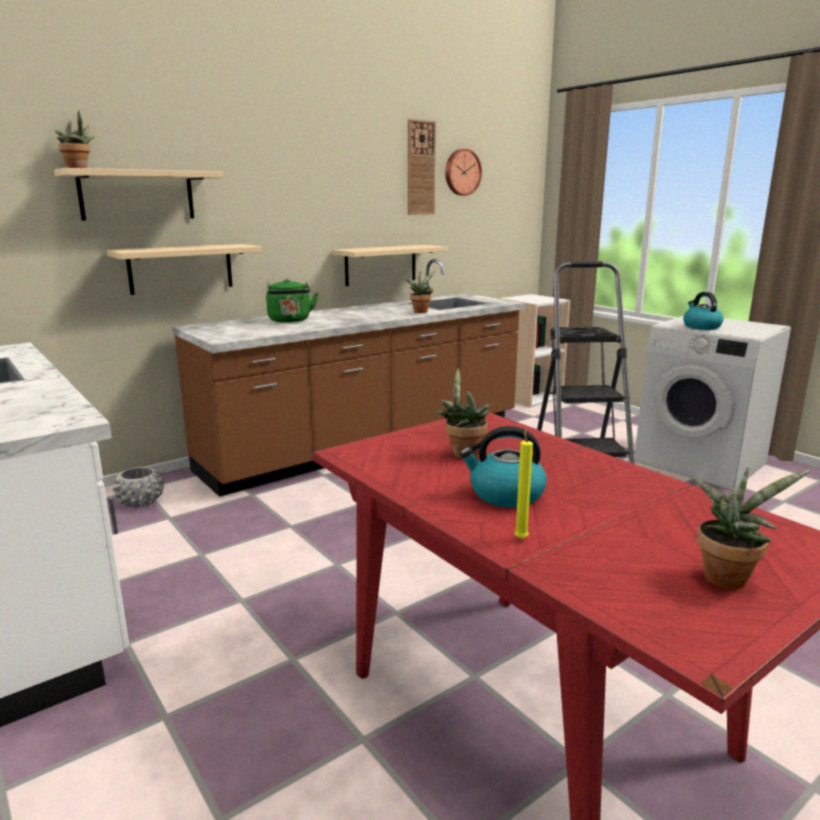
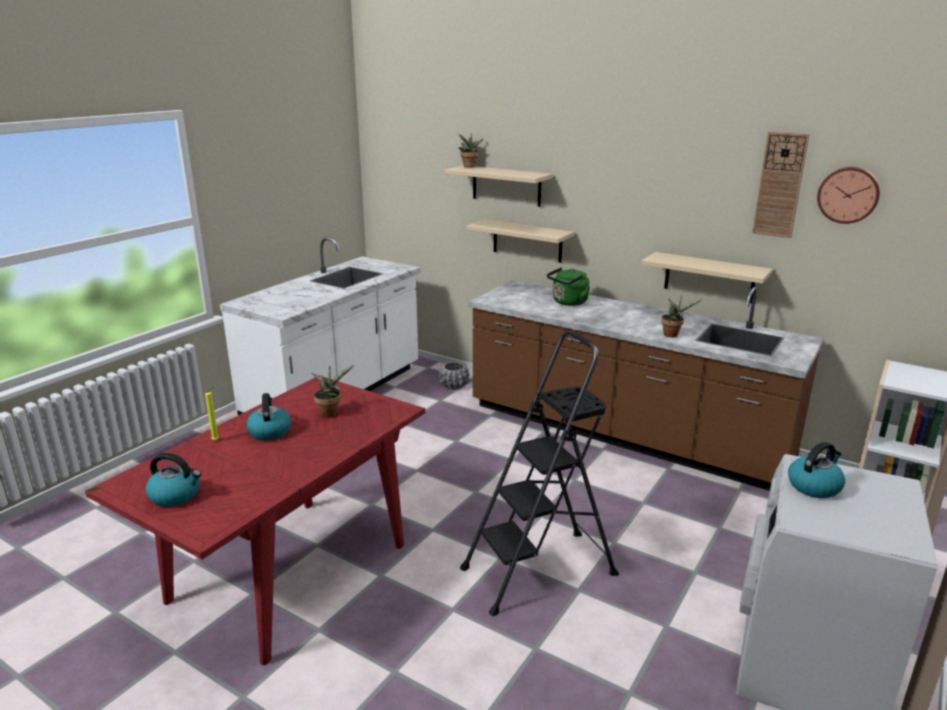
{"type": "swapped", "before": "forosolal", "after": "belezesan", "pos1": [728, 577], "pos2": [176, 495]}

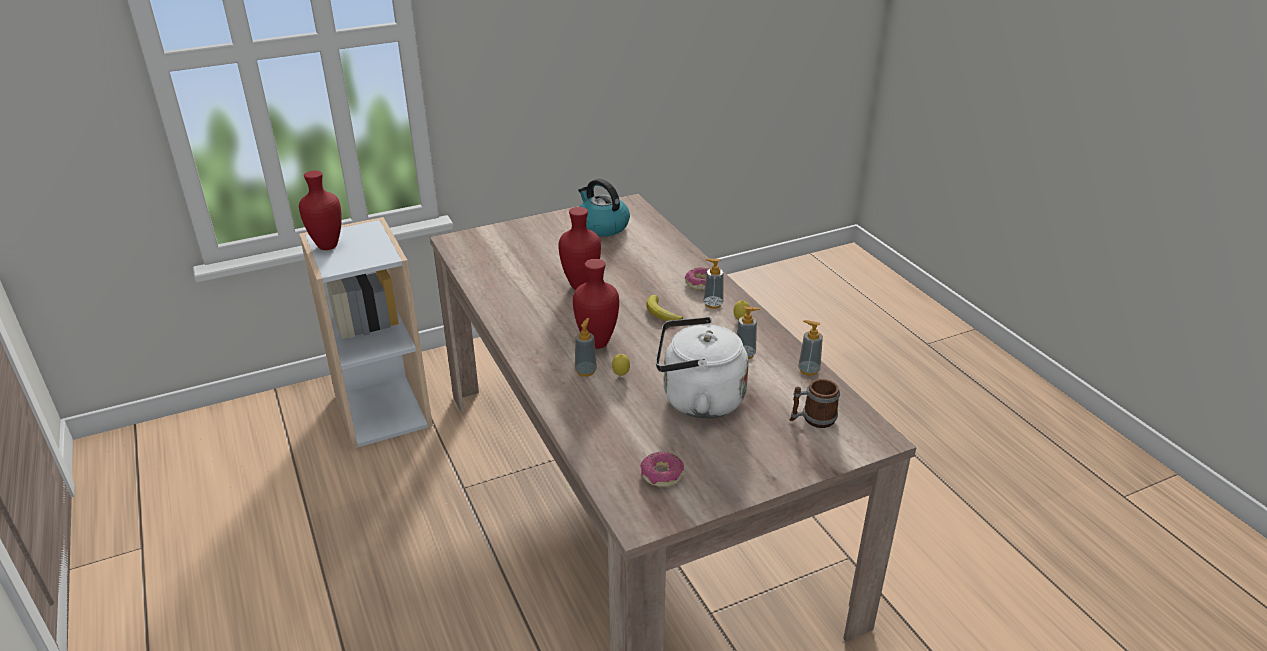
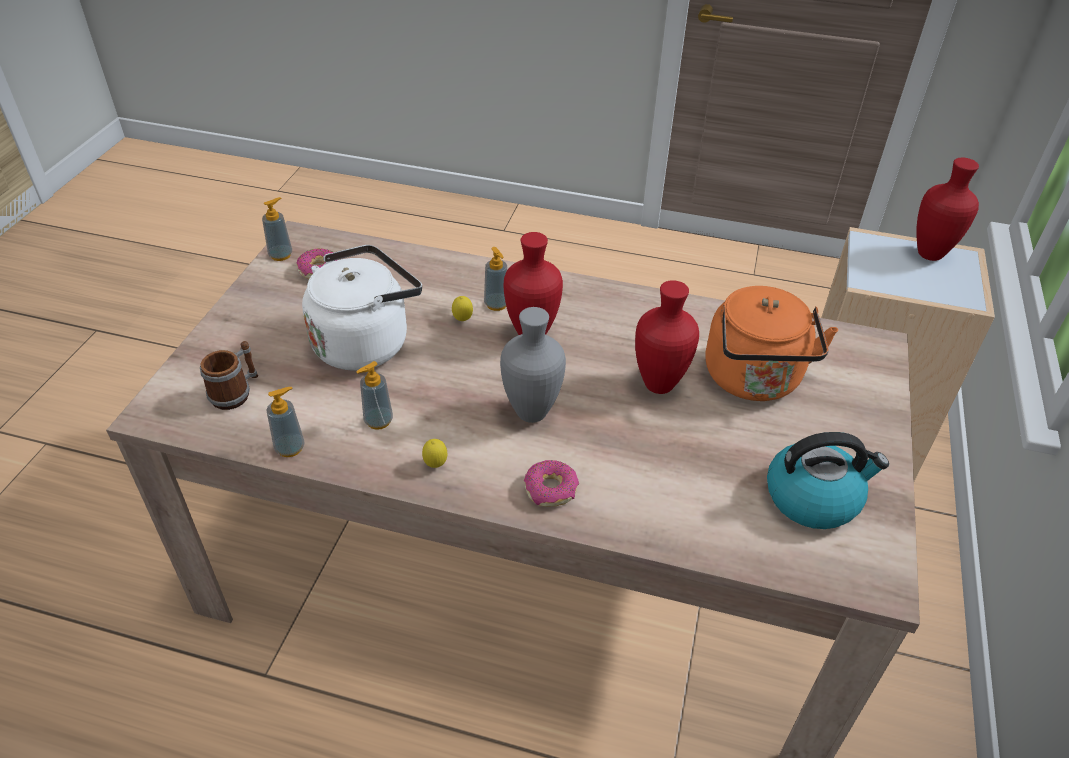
{"type": "shifted", "before": "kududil", "pos1": [713, 304], "pos2": [281, 255]}
{"type": "swapped", "before": "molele", "after": "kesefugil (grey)", "pos1": [661, 313], "pos2": [530, 412]}
{"type": "new", "after": "belezesan (orange)", "pos2": [754, 380]}

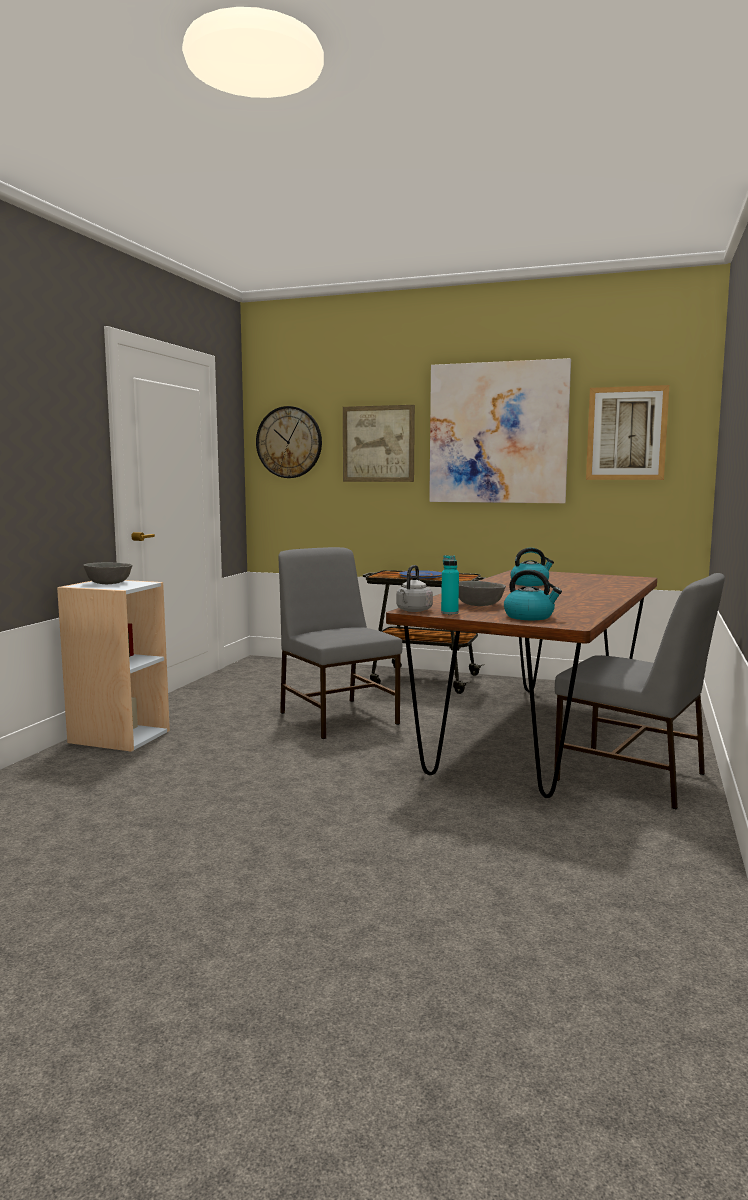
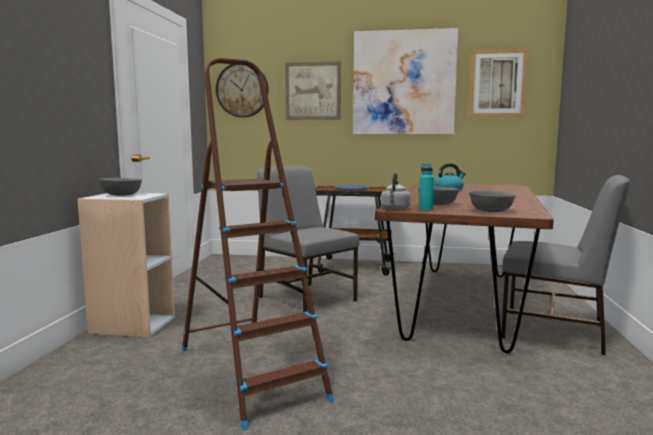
{"type": "new", "after": "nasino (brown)", "pos2": [250, 372]}
{"type": "swapped", "before": "belezesan", "after": "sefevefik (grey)", "pos1": [529, 617], "pos2": [491, 211]}

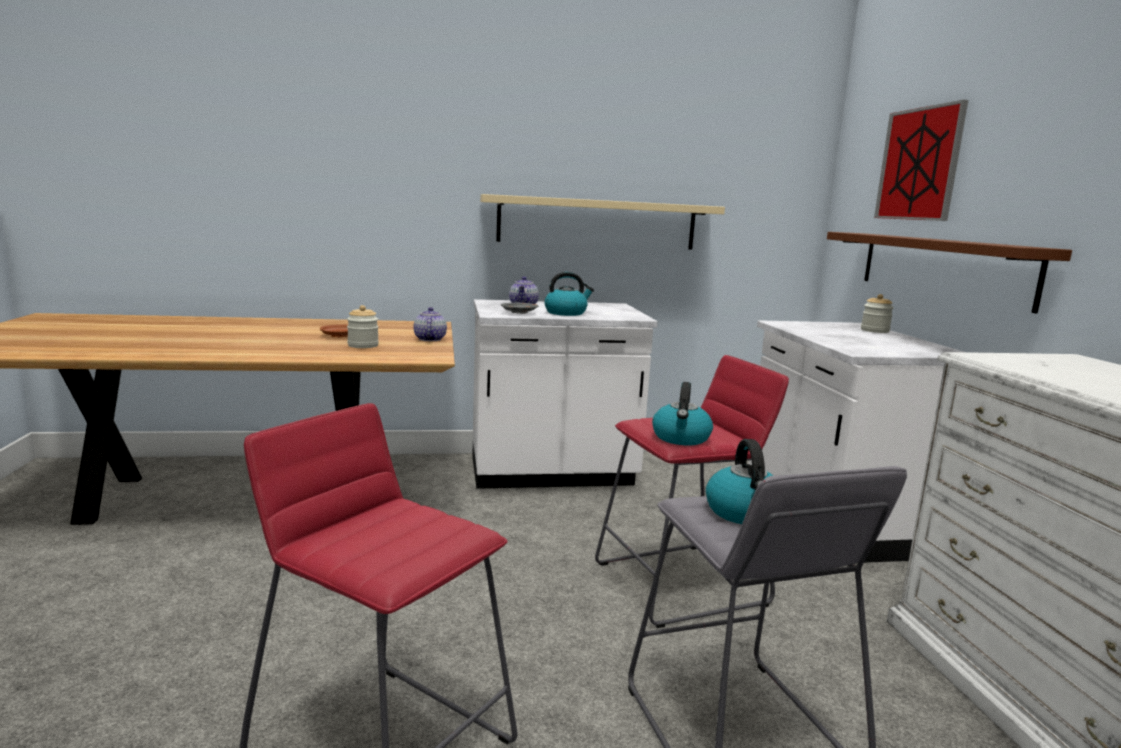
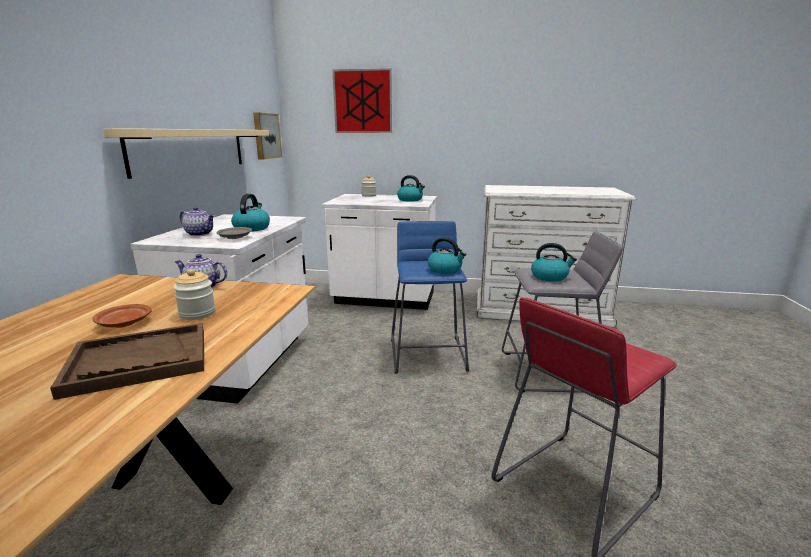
{"type": "new", "after": "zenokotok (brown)", "pos2": [139, 361]}
{"type": "new", "after": "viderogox", "pos2": [266, 136]}
{"type": "repainted", "before": "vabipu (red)", "after": "vabipu (blue)", "pos1": [680, 583], "pos2": [428, 354]}
{"type": "new", "after": "belezesan", "pos2": [410, 200]}
{"type": "gone", "before": "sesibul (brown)", "pos1": [941, 267]}

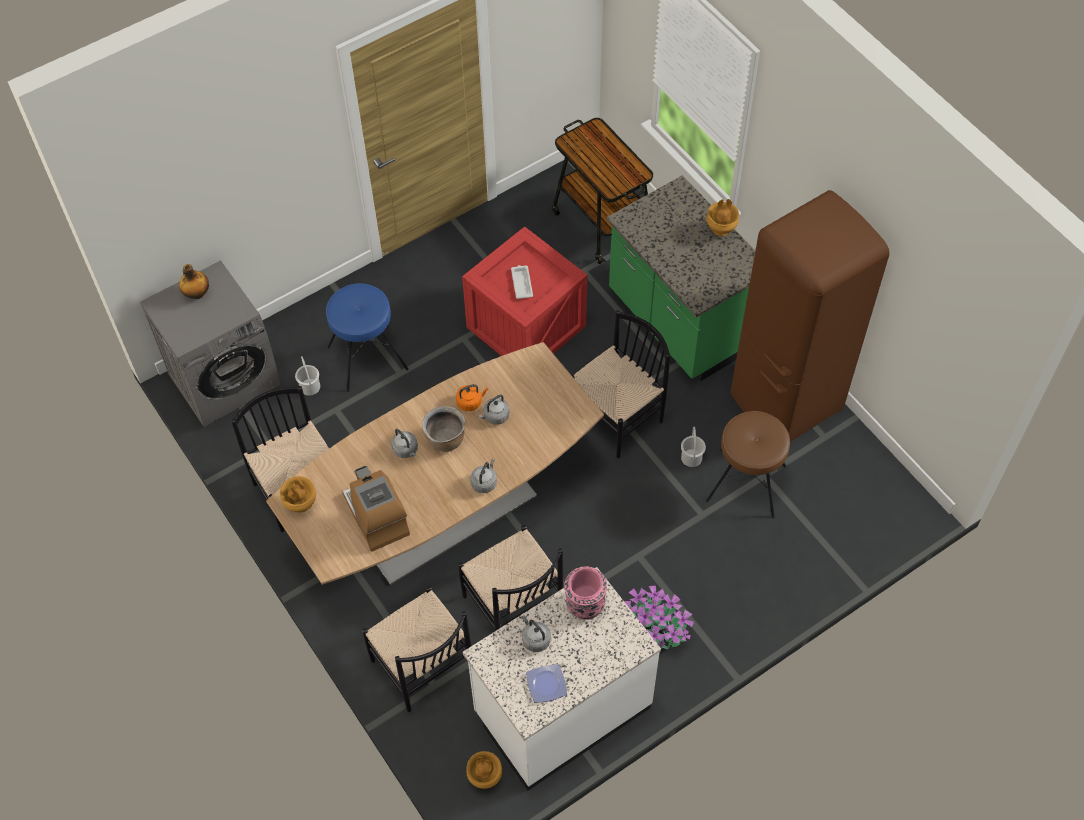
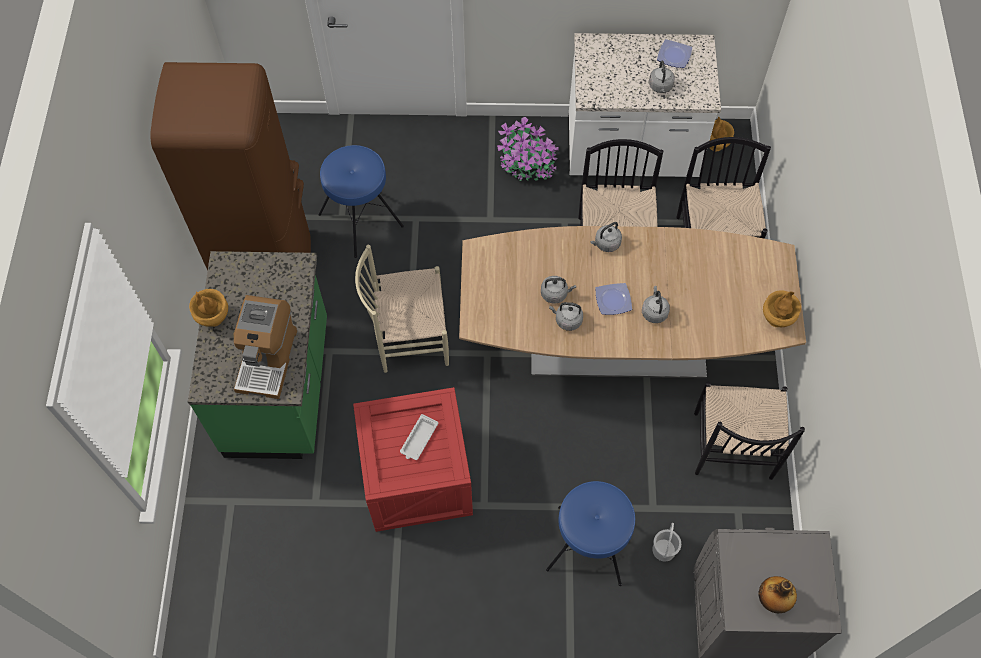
{"type": "shifted", "before": "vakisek", "pos1": [377, 516], "pos2": [267, 359]}
{"type": "repainted", "before": "vabipu (brown)", "after": "vabipu (blue)", "pos1": [746, 484], "pos2": [361, 219]}
{"type": "repainted", "before": "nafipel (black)", "after": "nafipel (beige)", "pos1": [619, 416], "pos2": [408, 336]}
{"type": "repainted", "before": "belezesan (orange)", "after": "belezesan (grey)", "pos1": [470, 402], "pos2": [567, 320]}
{"type": "swapped", "before": "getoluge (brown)", "after": "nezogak", "pos1": [445, 440], "pos2": [613, 299]}
{"type": "gone", "before": "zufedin", "pos1": [602, 221]}
{"type": "gone", "before": "kesefugil (pink)", "pos1": [585, 605]}
{"type": "gone", "before": "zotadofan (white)", "pos1": [692, 457]}

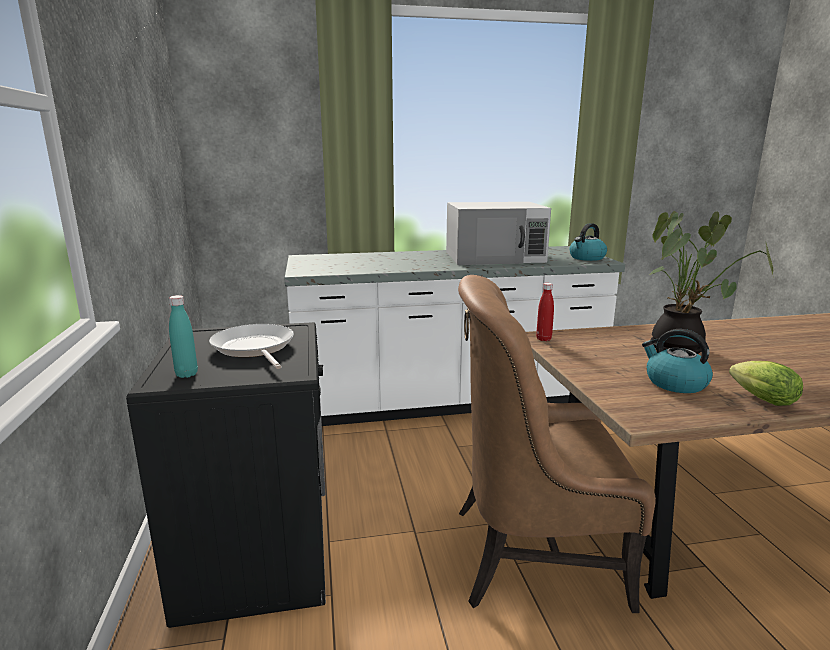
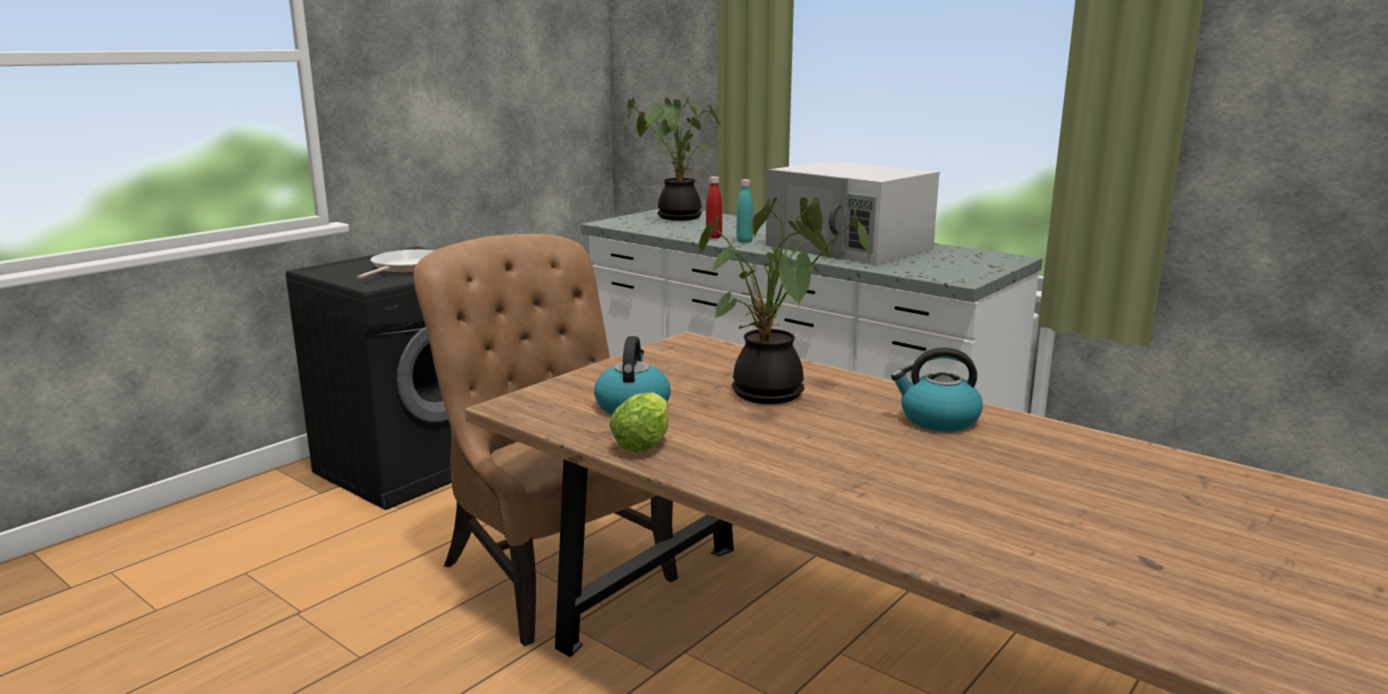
{"type": "new", "after": "forosolal", "pos2": [675, 217]}
{"type": "shifted", "before": "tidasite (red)", "pos1": [543, 339], "pos2": [714, 237]}
{"type": "shifted", "before": "tidasite (turquoise)", "pos1": [186, 374], "pos2": [744, 241]}
{"type": "shifted", "before": "belezesan", "pos1": [587, 258], "pos2": [938, 420]}

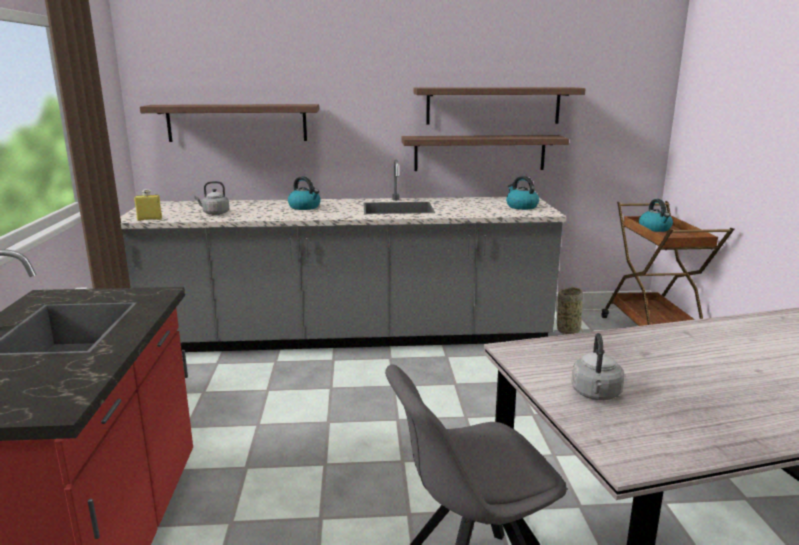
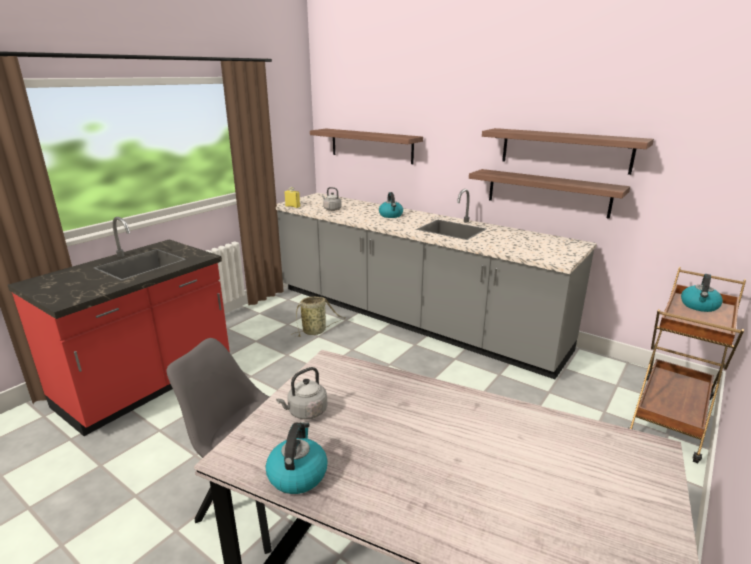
{"type": "shifted", "before": "belezesan", "pos1": [521, 207], "pos2": [297, 474]}
{"type": "shifted", "before": "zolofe", "pos1": [568, 330], "pos2": [316, 331]}

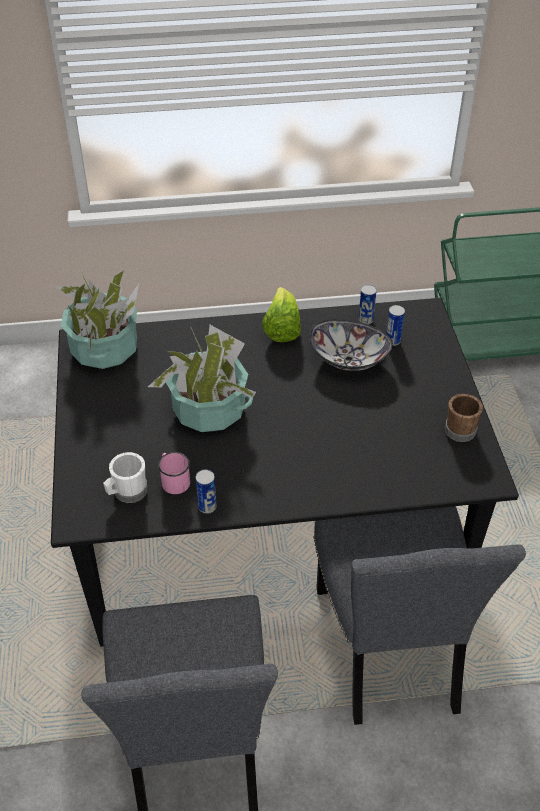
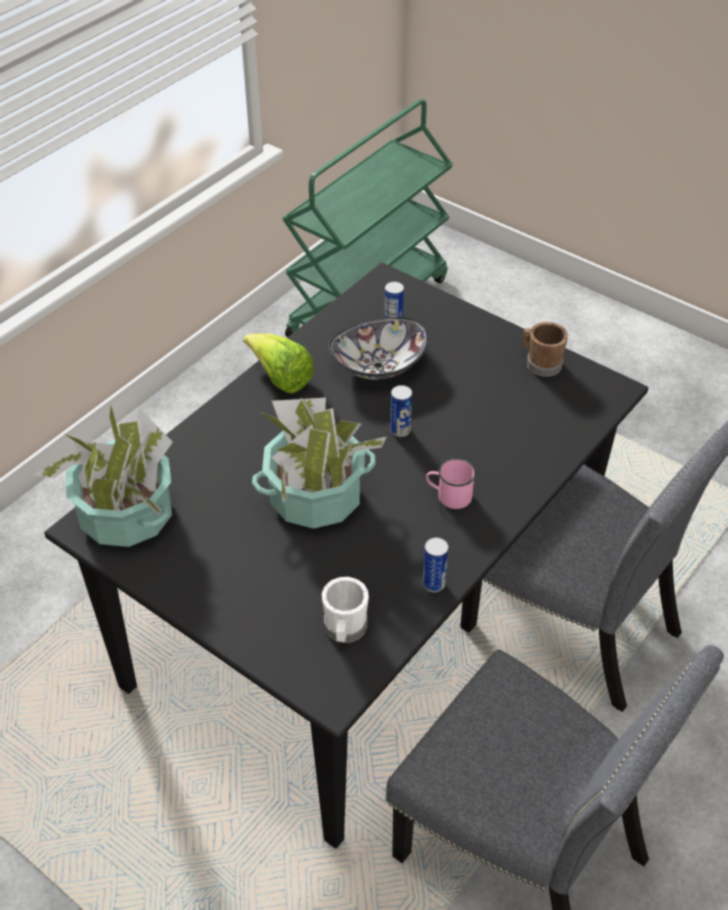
{"type": "shifted", "before": "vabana", "pos1": [365, 320], "pos2": [400, 430]}
{"type": "shifted", "before": "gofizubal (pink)", "pos1": [173, 480], "pos2": [449, 495]}

